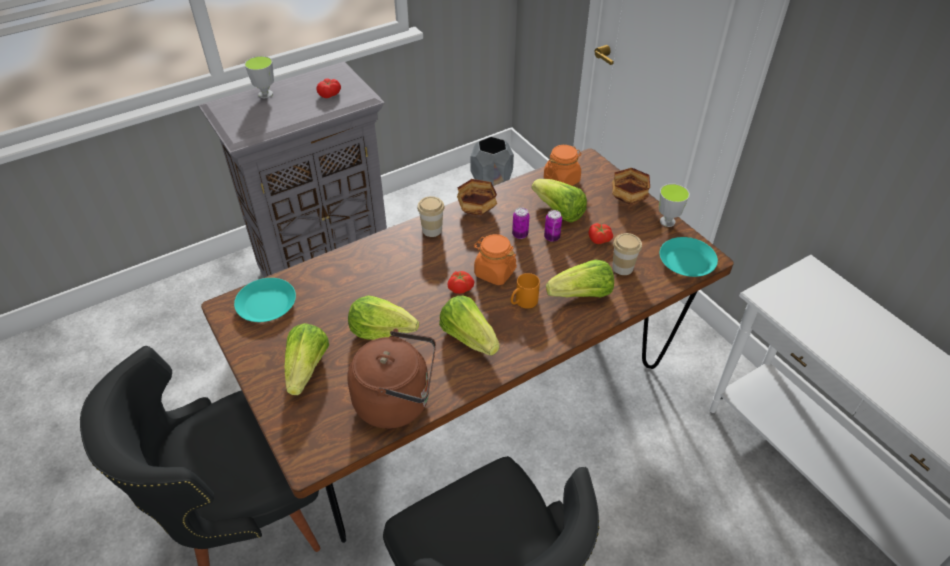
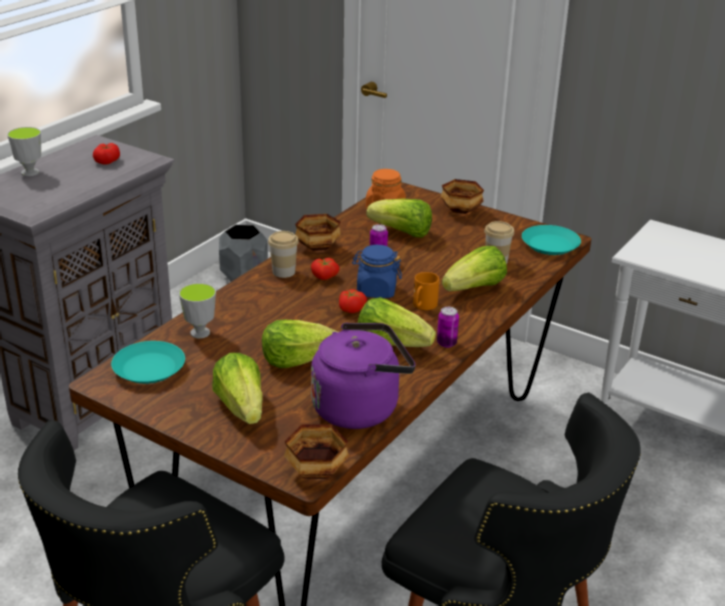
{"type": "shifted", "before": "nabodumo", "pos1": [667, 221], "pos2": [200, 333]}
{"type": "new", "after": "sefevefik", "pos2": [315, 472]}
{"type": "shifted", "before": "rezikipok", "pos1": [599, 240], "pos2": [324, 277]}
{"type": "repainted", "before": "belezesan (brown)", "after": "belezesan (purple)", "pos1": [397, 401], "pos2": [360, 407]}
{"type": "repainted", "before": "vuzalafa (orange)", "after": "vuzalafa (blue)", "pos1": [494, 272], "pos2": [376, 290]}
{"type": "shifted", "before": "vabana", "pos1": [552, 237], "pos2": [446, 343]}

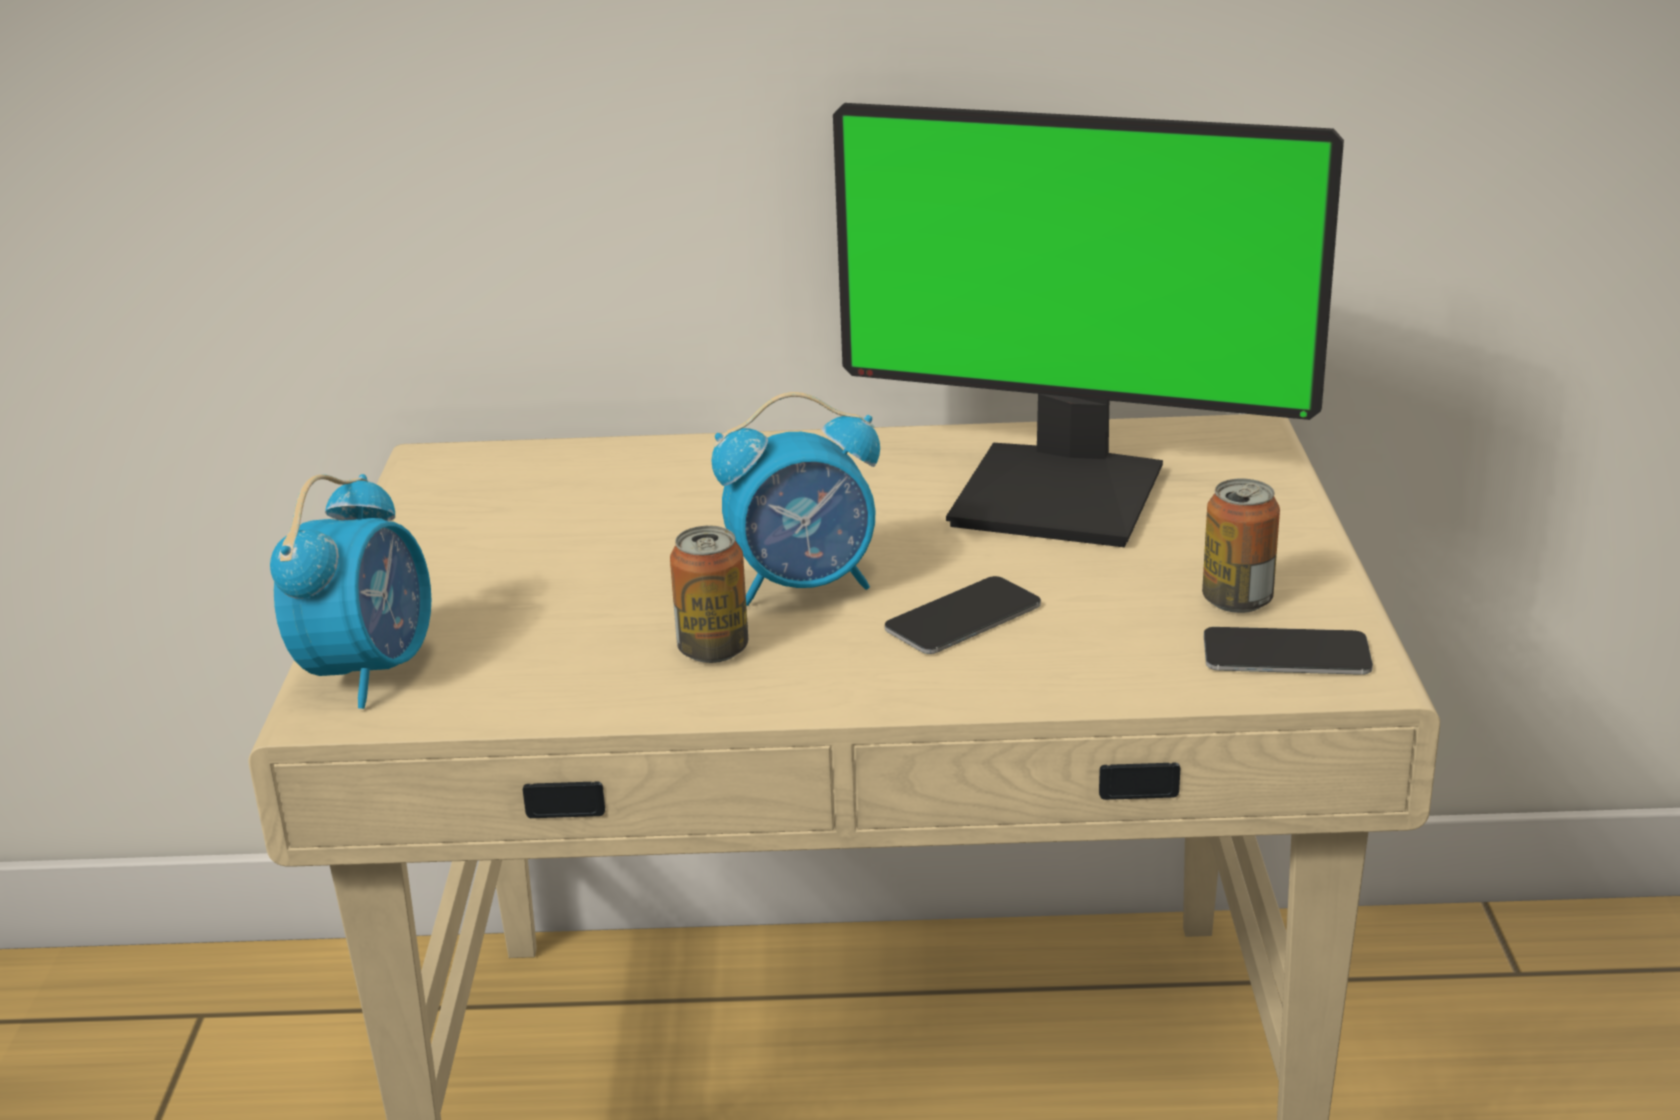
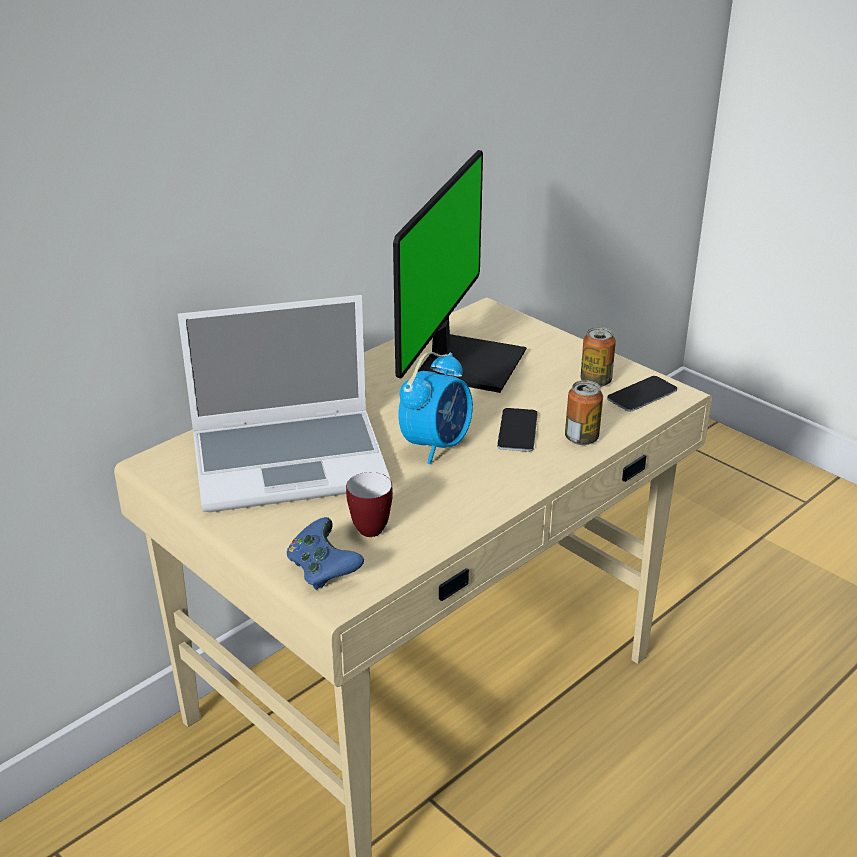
{"type": "new", "after": "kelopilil", "pos2": [291, 461]}
{"type": "swapped", "before": "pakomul", "after": "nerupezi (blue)", "pos1": [370, 671], "pos2": [323, 570]}
{"type": "new", "after": "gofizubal", "pos2": [372, 526]}
{"type": "rotated", "before": "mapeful", "pos1": [1063, 494], "pos2": [466, 363], "turn": -45}
{"type": "shifted", "before": "vabana", "pos1": [713, 649], "pos2": [581, 438]}

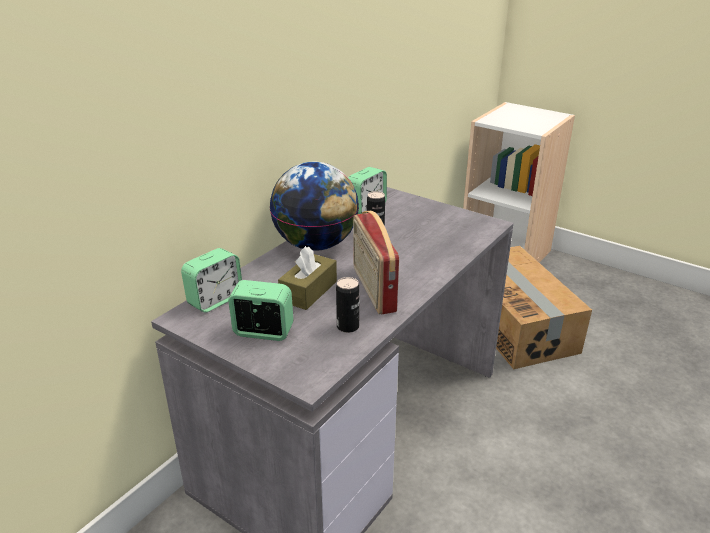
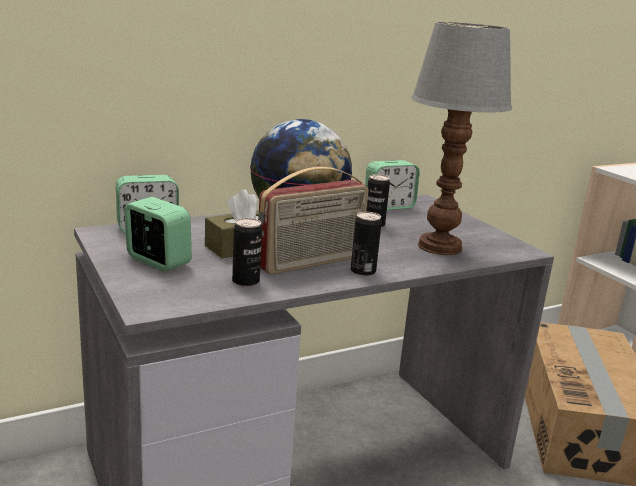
{"type": "rotated", "before": "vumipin", "pos1": [372, 289], "pos2": [311, 263], "turn": -135}
{"type": "new", "after": "vabana", "pos2": [363, 271]}
{"type": "new", "after": "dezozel", "pos2": [439, 246]}

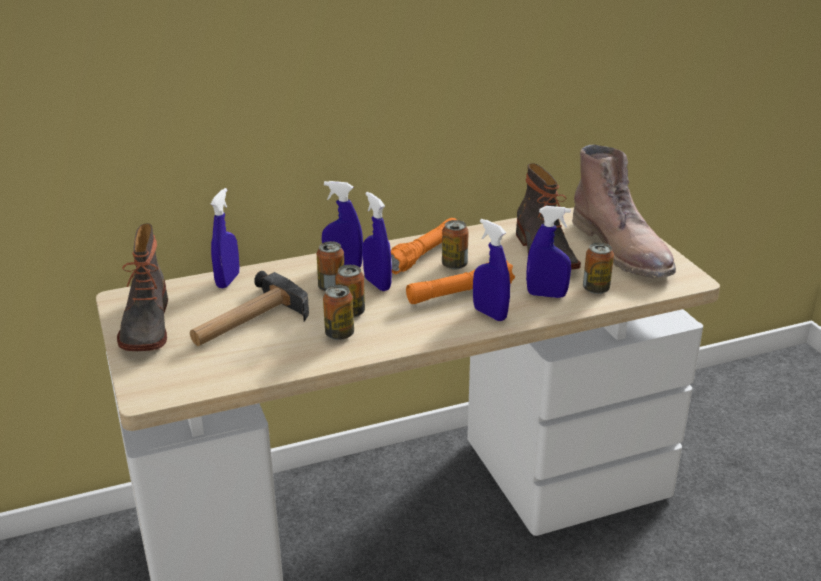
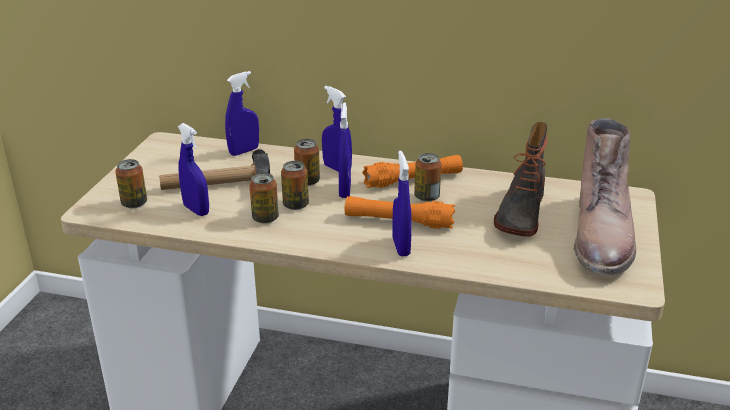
{"type": "shifted", "before": "vabana", "pos1": [596, 289], "pos2": [134, 203]}
{"type": "shifted", "before": "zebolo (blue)", "pos1": [546, 295], "pos2": [196, 210]}
{"type": "gone", "before": "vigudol", "pos1": [145, 325]}

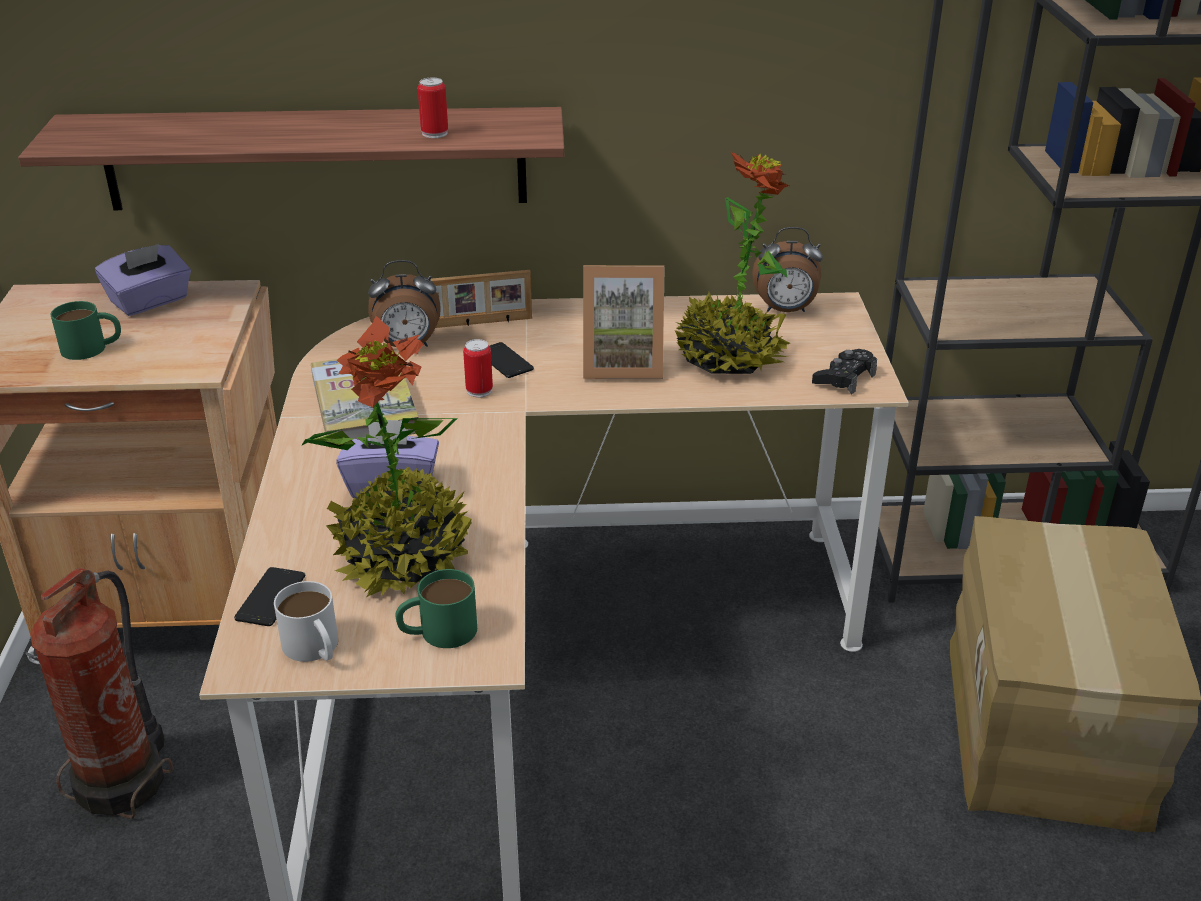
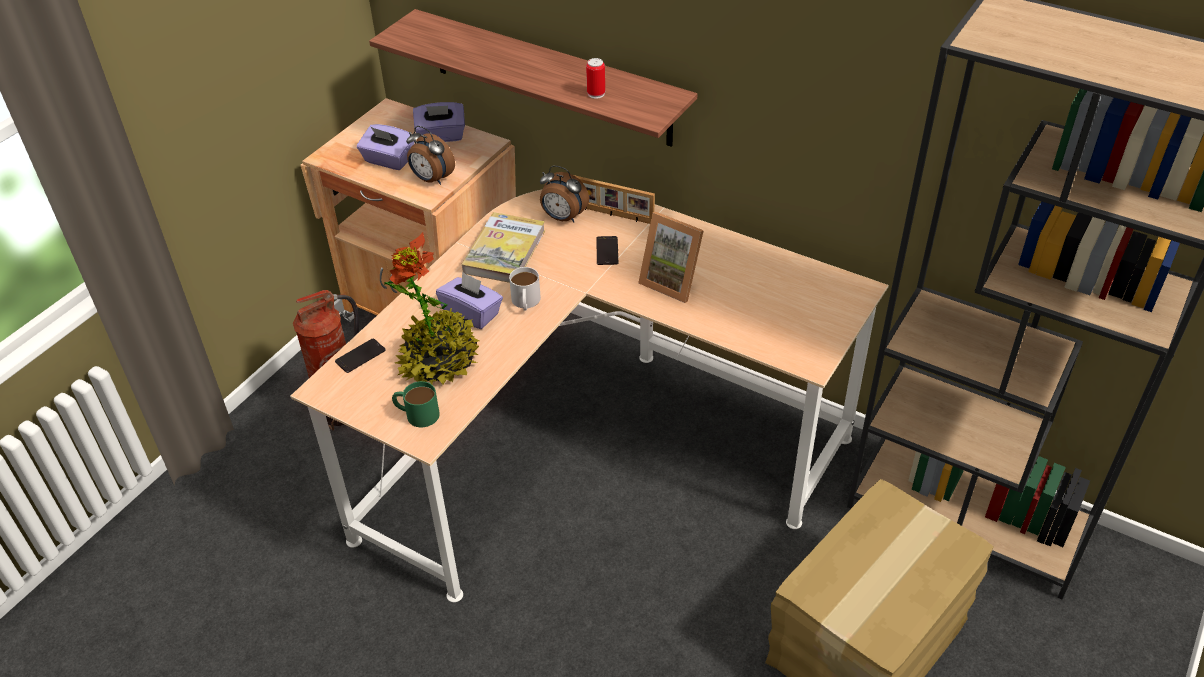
{"type": "swapped", "before": "gofizubal (green)", "after": "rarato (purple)", "pos1": [92, 348], "pos2": [388, 160]}
{"type": "shifted", "before": "pakomul", "pos1": [785, 310], "pos2": [431, 179]}
{"type": "shifted", "before": "gofizubal (white)", "pos1": [315, 649], "pos2": [525, 302]}
{"type": "gone", "before": "vabana", "pos1": [479, 390]}
{"type": "gone", "before": "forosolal", "pos1": [729, 358]}
{"type": "gone", "before": "nerupezi (black)", "pos1": [844, 378]}

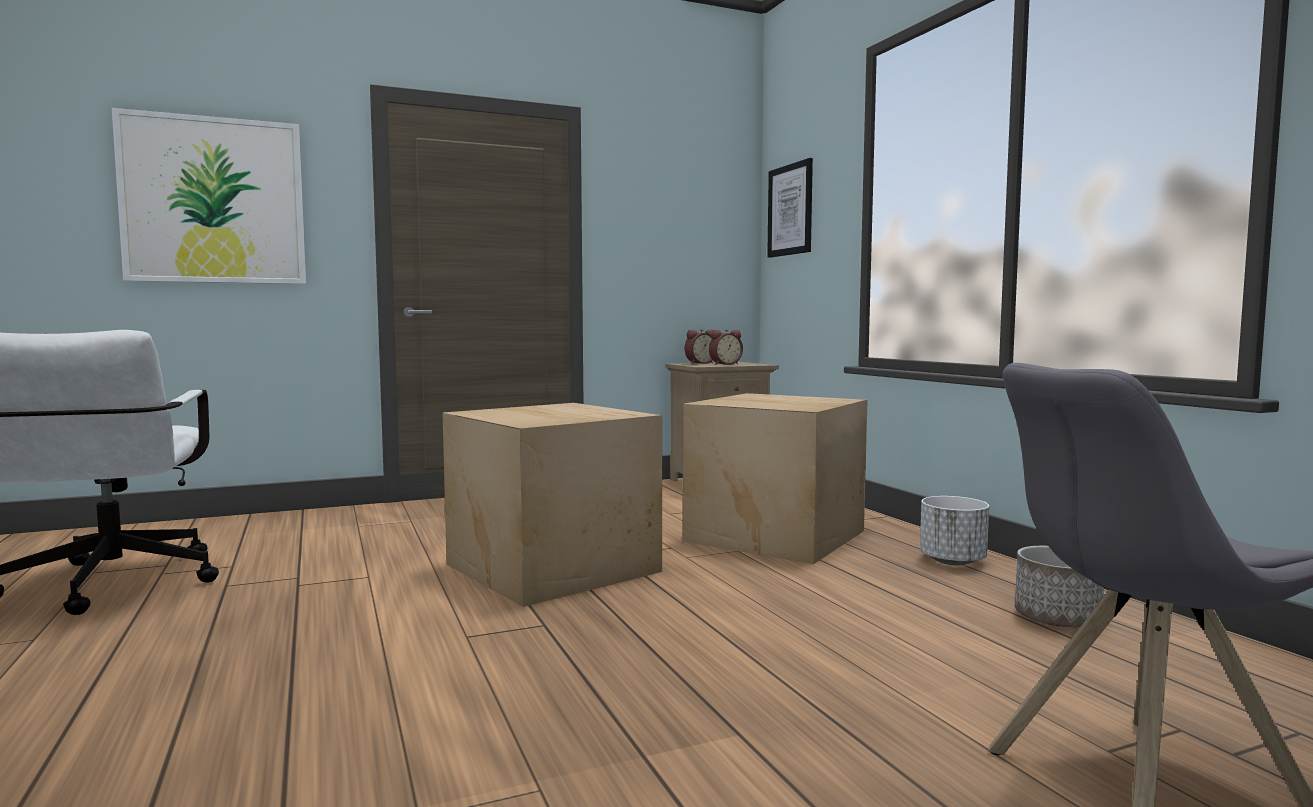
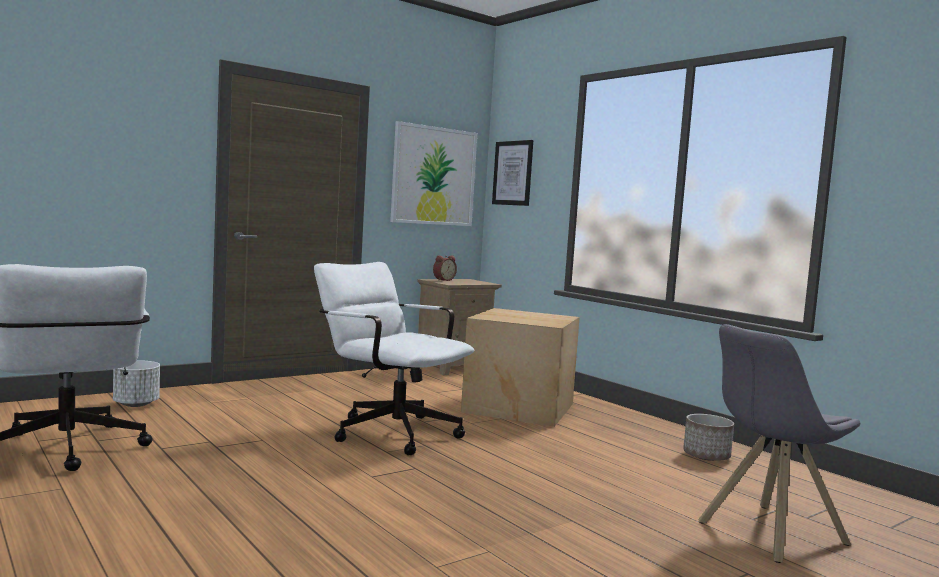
{"type": "shifted", "before": "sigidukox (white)", "pos1": [953, 561], "pos2": [136, 404]}
{"type": "swapped", "before": "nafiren", "after": "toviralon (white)", "pos1": [553, 567], "pos2": [387, 431]}
{"type": "shifted", "before": "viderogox", "pos1": [214, 201], "pos2": [433, 176]}
{"type": "gone", "before": "pakomul", "pos1": [724, 364]}

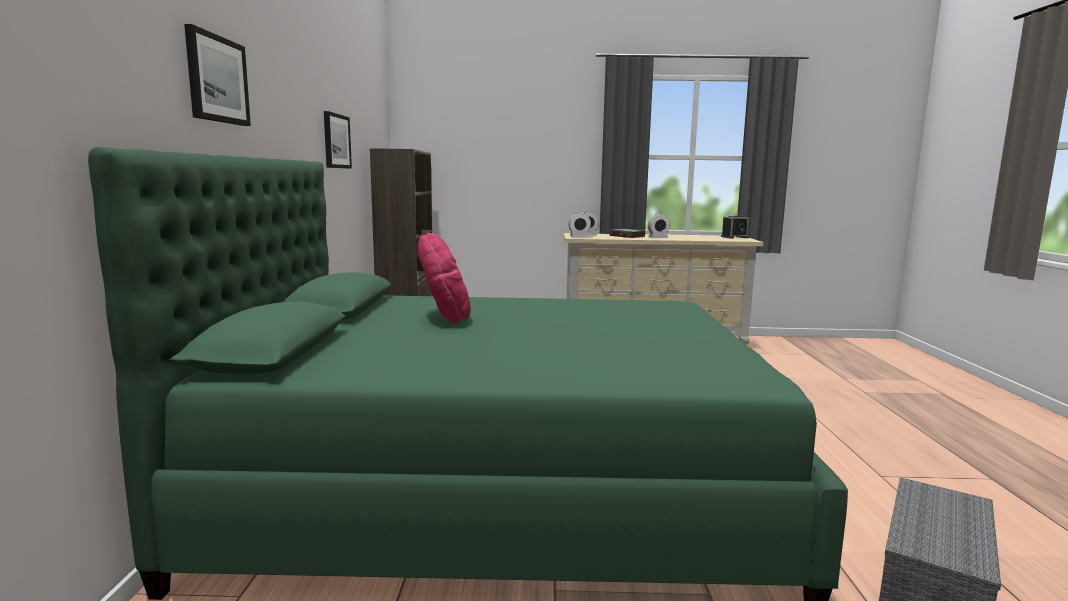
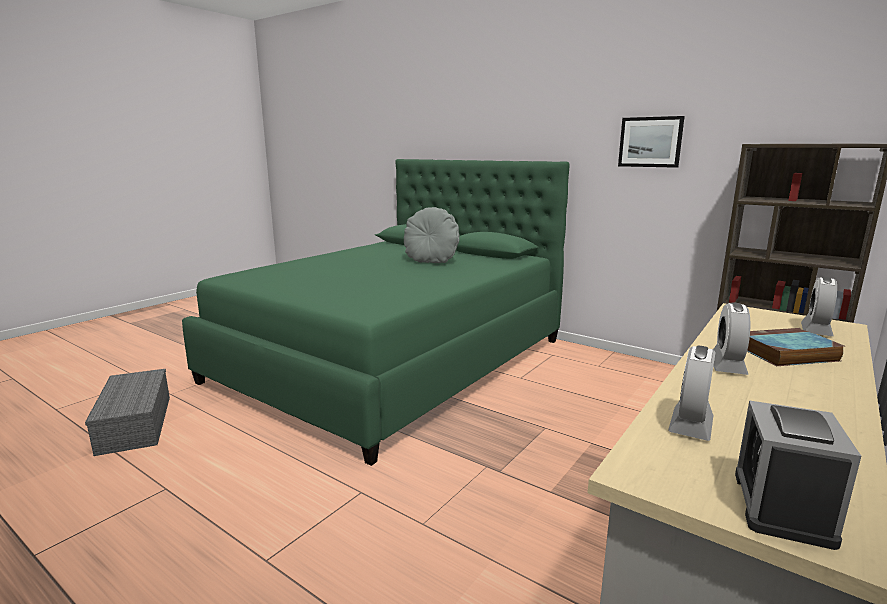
{"type": "repainted", "before": "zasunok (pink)", "after": "zasunok (grey)", "pos1": [444, 319], "pos2": [431, 262]}
{"type": "shifted", "before": "pakomul", "pos1": [579, 237], "pos2": [691, 425]}
{"type": "gone", "before": "viderogox", "pos1": [217, 79]}

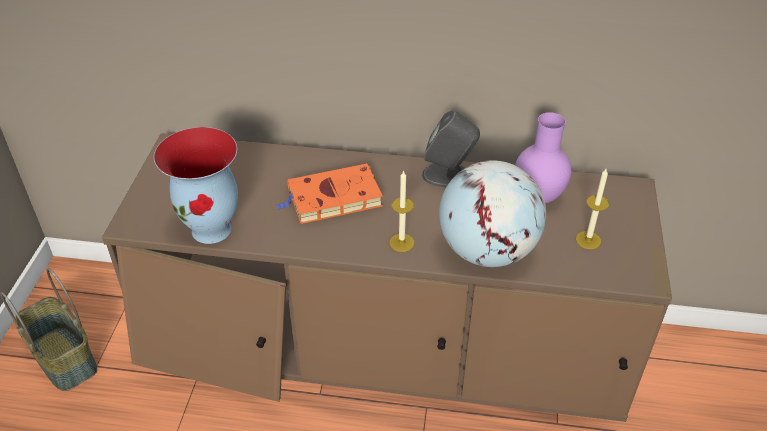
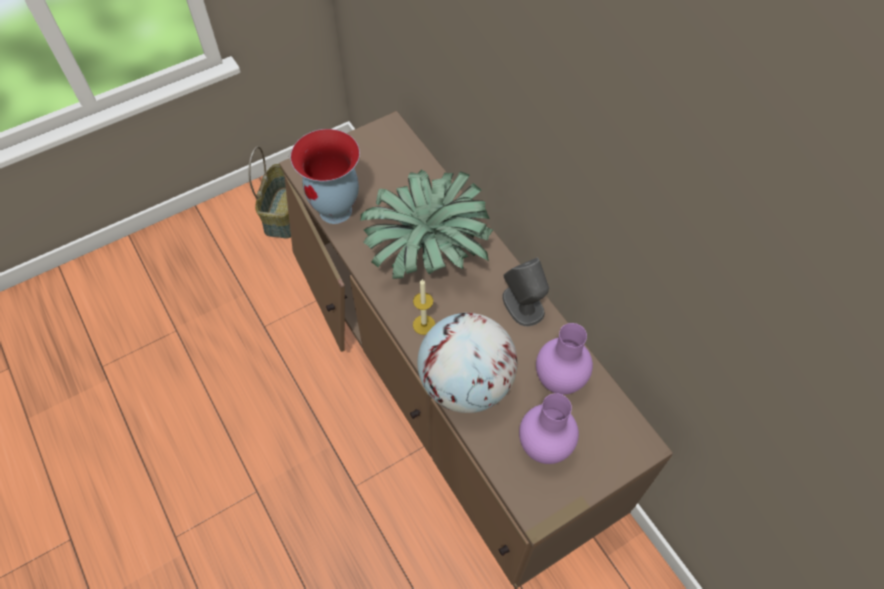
{"type": "swapped", "before": "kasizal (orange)", "after": "forosolal", "pos1": [332, 199], "pos2": [427, 252]}
{"type": "swapped", "before": "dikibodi", "after": "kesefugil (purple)", "pos1": [588, 240], "pos2": [543, 445]}

